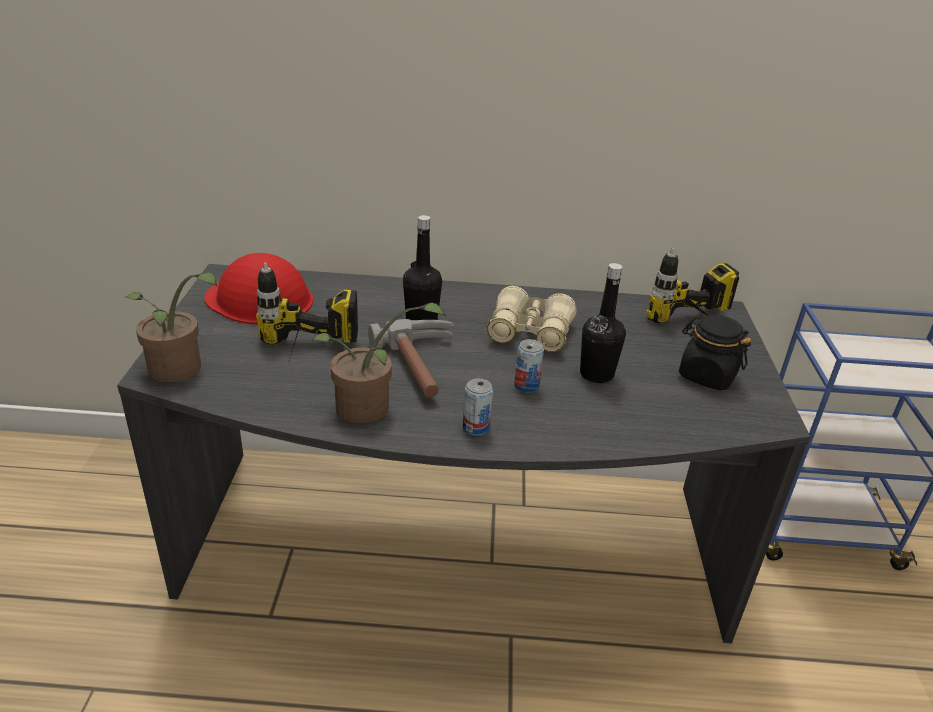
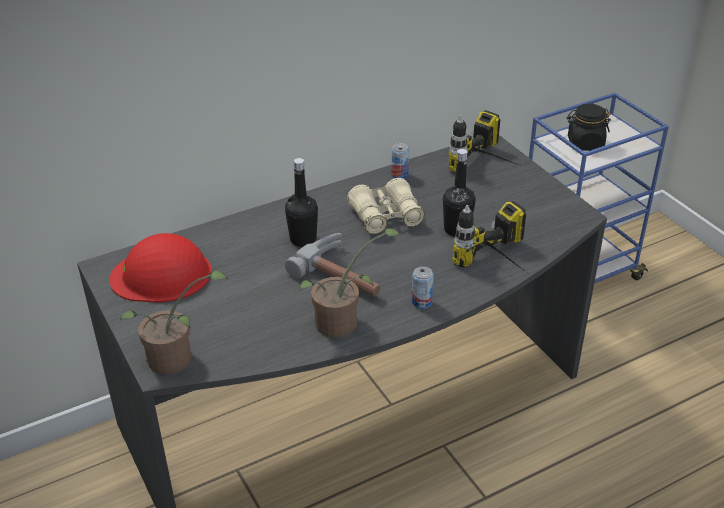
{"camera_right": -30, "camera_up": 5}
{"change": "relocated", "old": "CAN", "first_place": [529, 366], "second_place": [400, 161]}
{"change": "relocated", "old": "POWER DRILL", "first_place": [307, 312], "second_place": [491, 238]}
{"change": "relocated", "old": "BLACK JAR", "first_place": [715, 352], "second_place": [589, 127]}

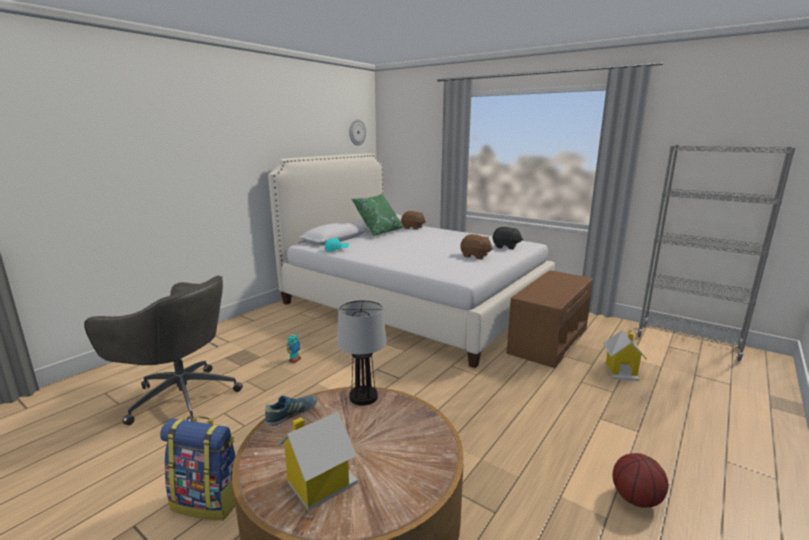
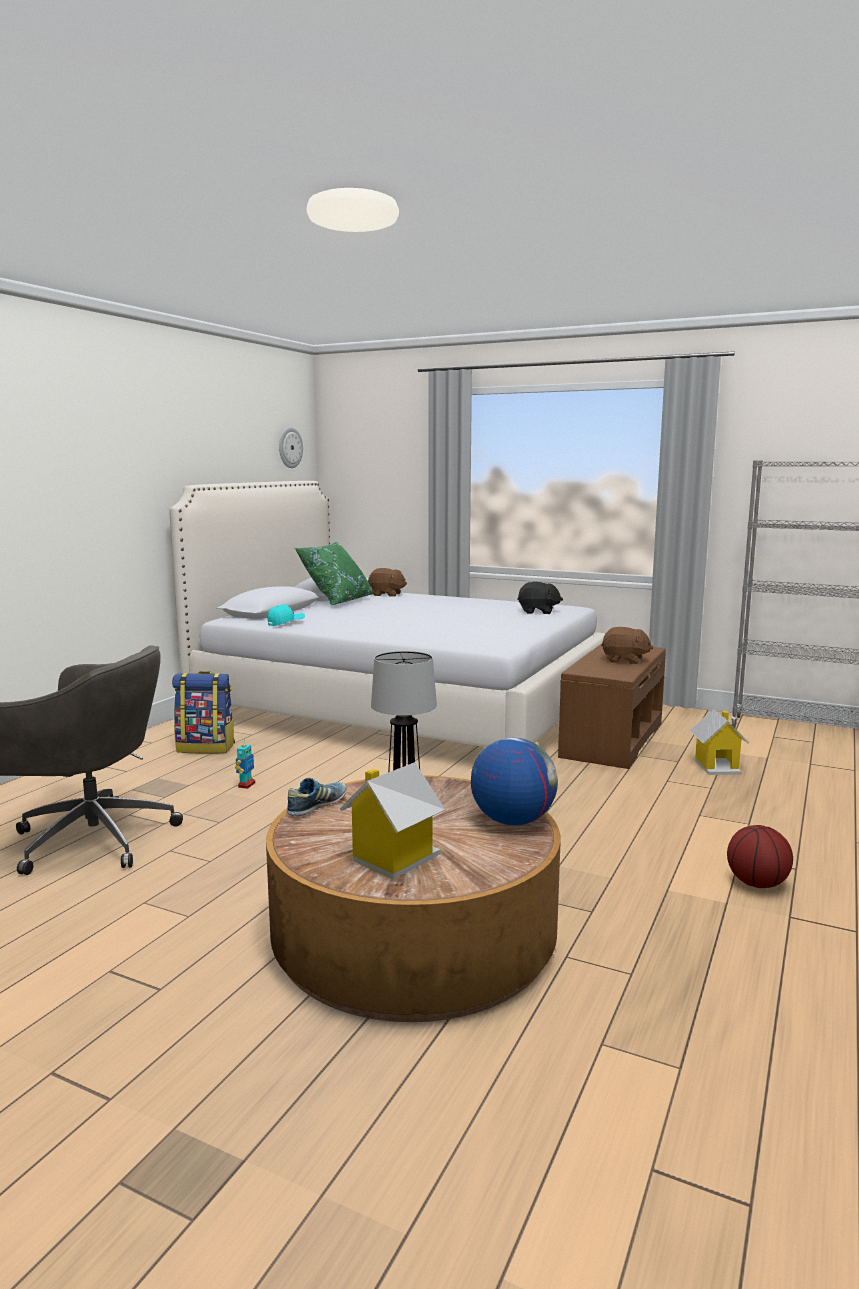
{"camera_right": -10, "camera_up": -5}
{"change": "relocated", "old": "BACKPACK", "first_place": [198, 468], "second_place": [203, 712]}
{"change": "appeared", "new": "GLOBE", "second_place": [514, 782]}
{"change": "relocated", "old": "BROWN PLUSH TOY", "first_place": [476, 246], "second_place": [627, 645]}

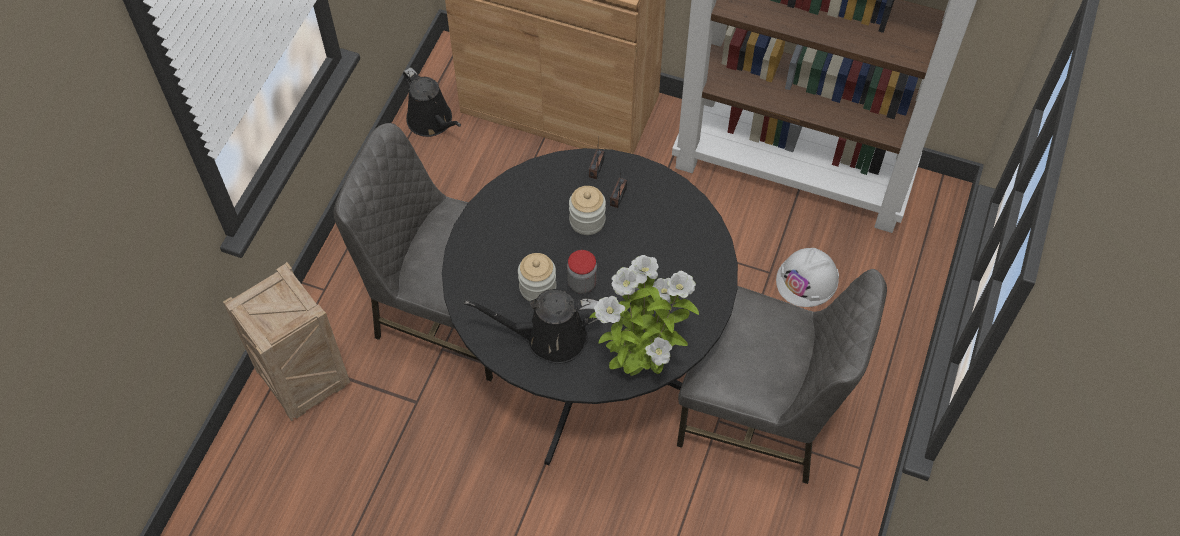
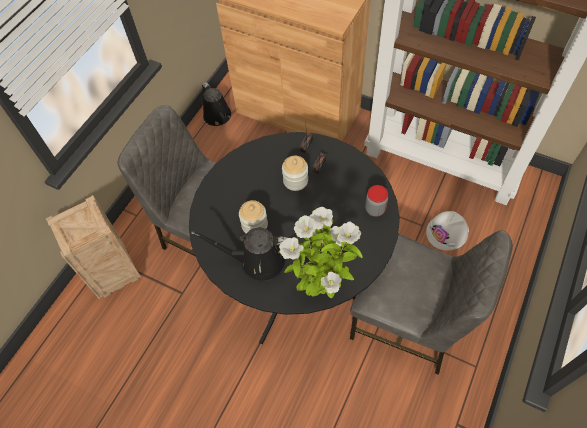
{"camera_right": 10, "camera_up": 0}
{"change": "relocated", "old": "JAR", "first_place": [582, 272], "second_place": [376, 201]}

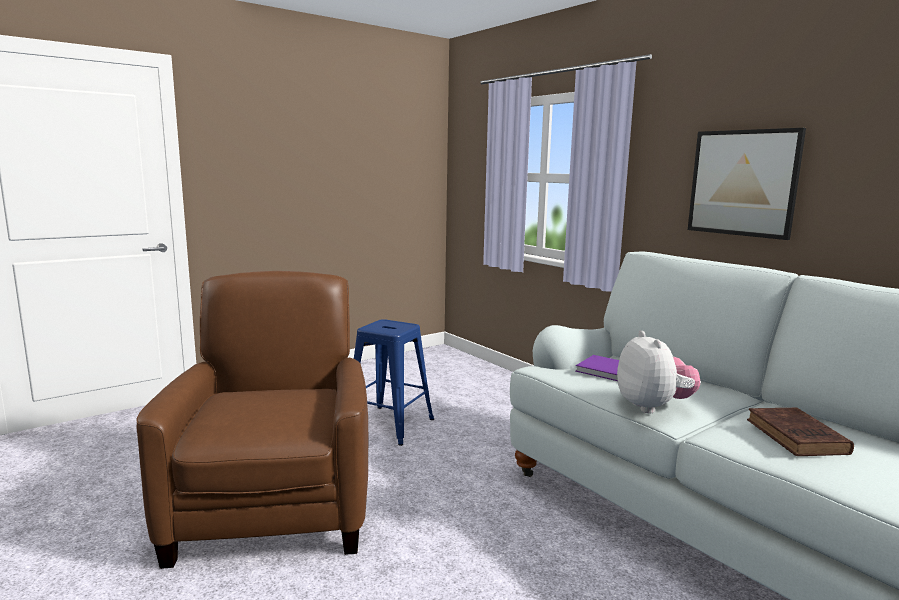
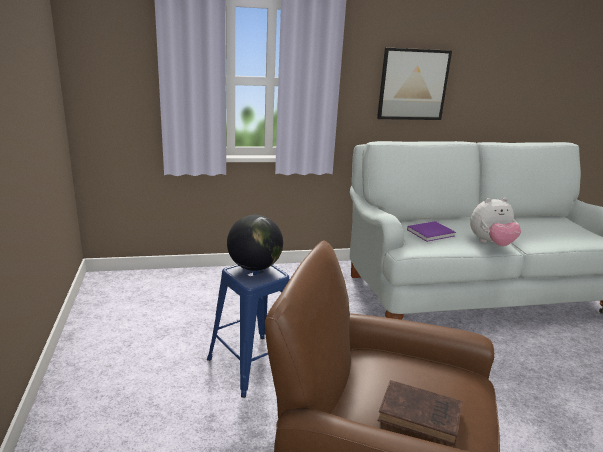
{"camera_right": -65, "camera_up": 10}
{"change": "appeared", "new": "GLOBE", "second_place": [255, 243]}
{"change": "relocated", "old": "BROWN BOOK", "first_place": [800, 431], "second_place": [420, 413]}
{"change": "spun", "old": "PLUSH TOY", "first_place": [658, 372], "second_place": [495, 222], "degrees": 150}

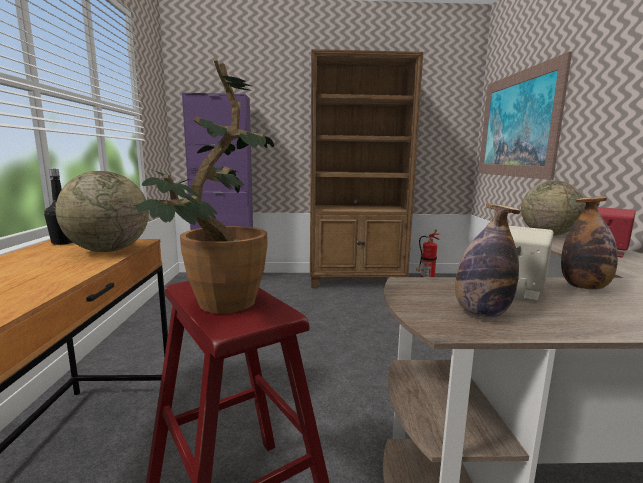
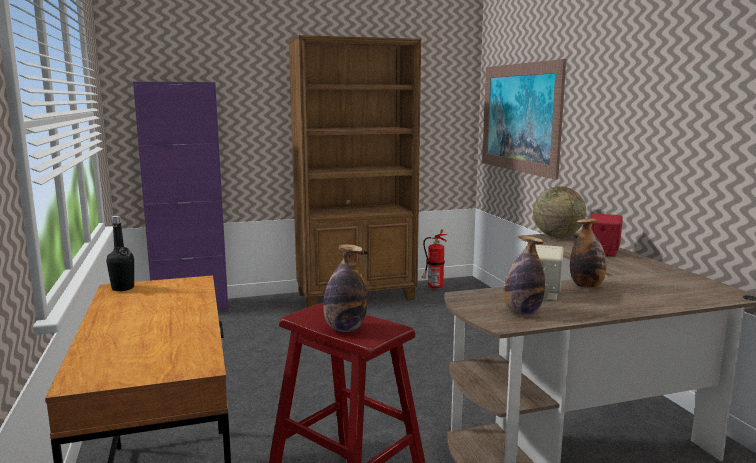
{"camera_right": -15, "camera_up": 0}
{"change": "exchanged", "old": "POTTED PLANT", "new": "BOTTLE", "first_place": [204, 186], "second_place": [345, 288]}
{"change": "missing", "old": "GLOBE", "first_place": [102, 211]}

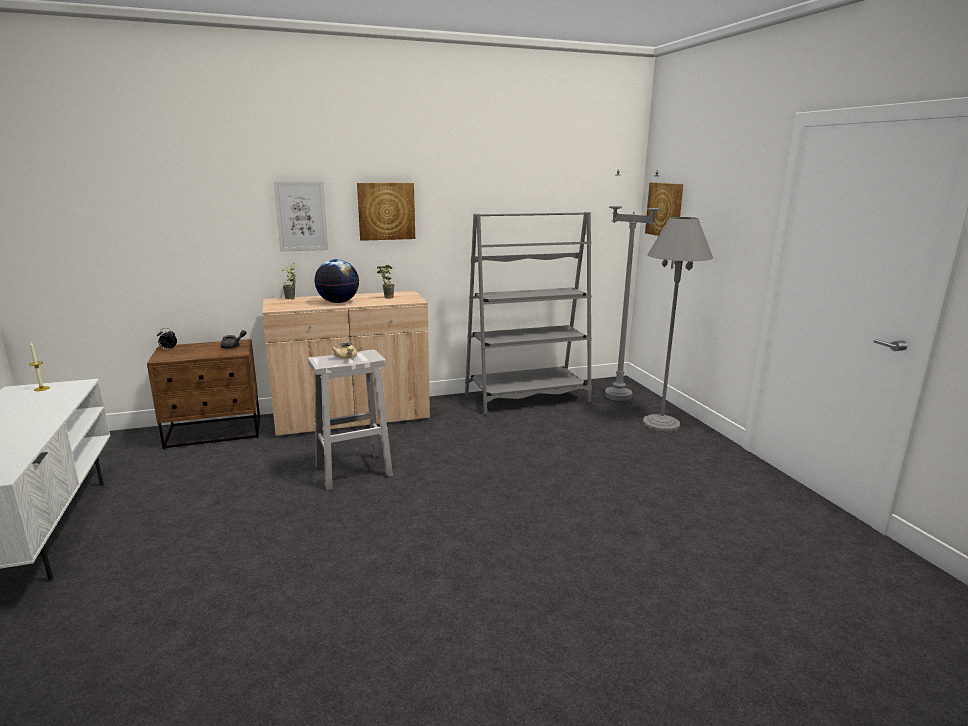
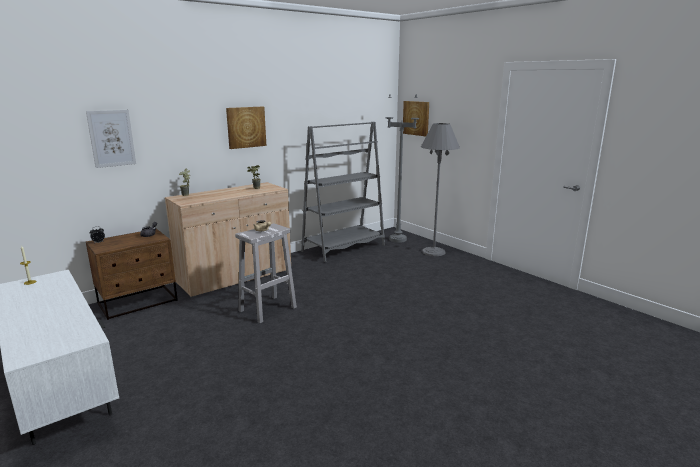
{"camera_right": -20, "camera_up": 0}
{"change": "relocated", "old": "PICTURE", "first_place": [301, 216], "second_place": [111, 139]}
{"change": "missing", "old": "GLOBE", "first_place": [336, 281]}

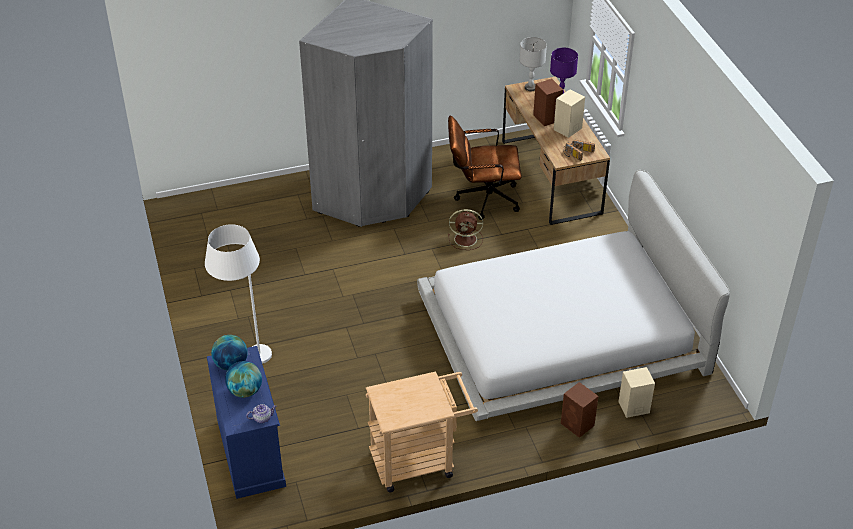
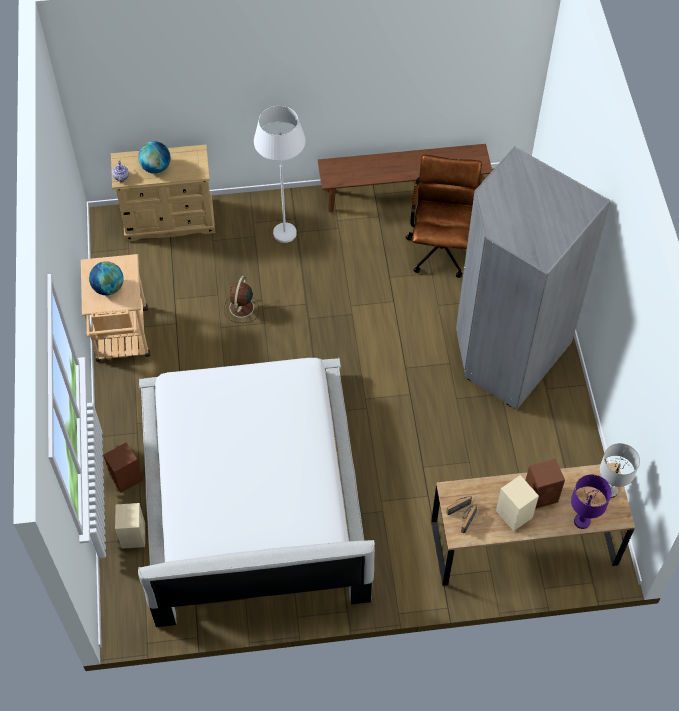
{"camera_right": 100, "camera_up": 15}
{"change": "relocated", "old": "GLOBE", "first_place": [229, 353], "second_place": [106, 278]}
{"change": "colour", "old": "BLUE DRESSER", "new": "BEIGE DRESSER", "first_place": [246, 422], "second_place": [163, 193]}
{"change": "relocated", "old": "BROWN FAN", "first_place": [465, 229], "second_place": [241, 299]}
{"change": "appeared", "new": "BROWN BENCH", "second_place": [405, 178]}
{"change": "relocated", "old": "BROWN OFFICE CHAIR", "first_place": [485, 167], "second_place": [444, 216]}

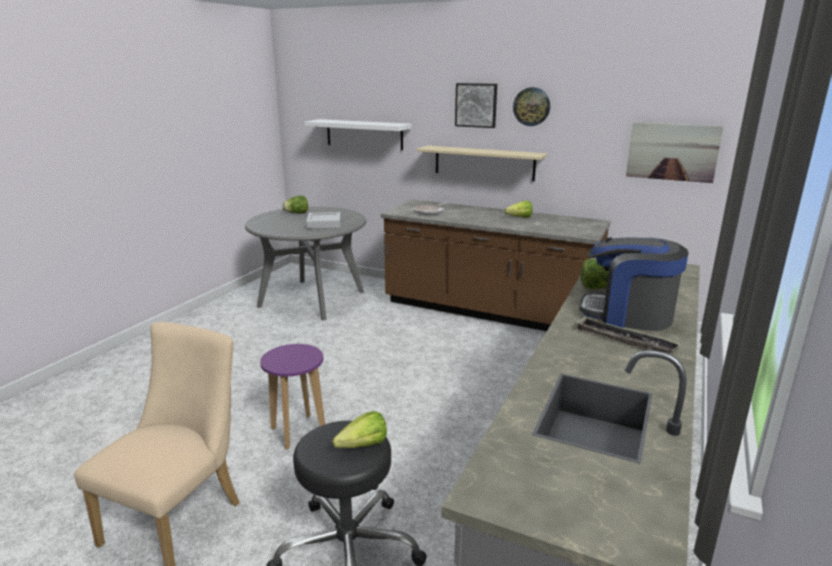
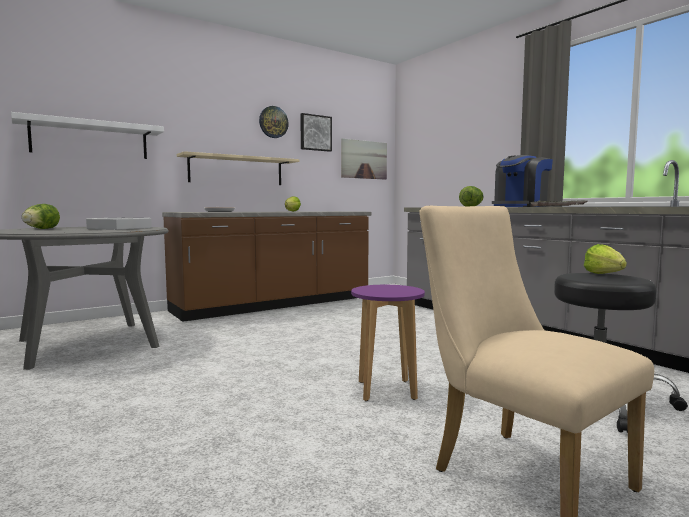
{"camera_right": -60, "camera_up": -15}
{"change": "relocated", "old": "PICTURE", "first_place": [476, 105], "second_place": [316, 132]}

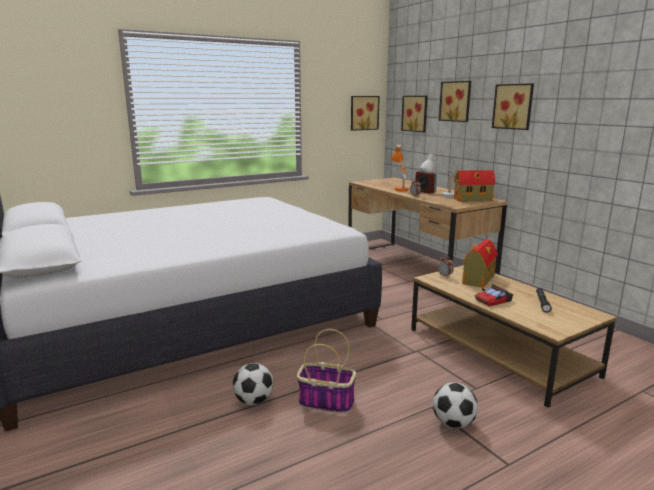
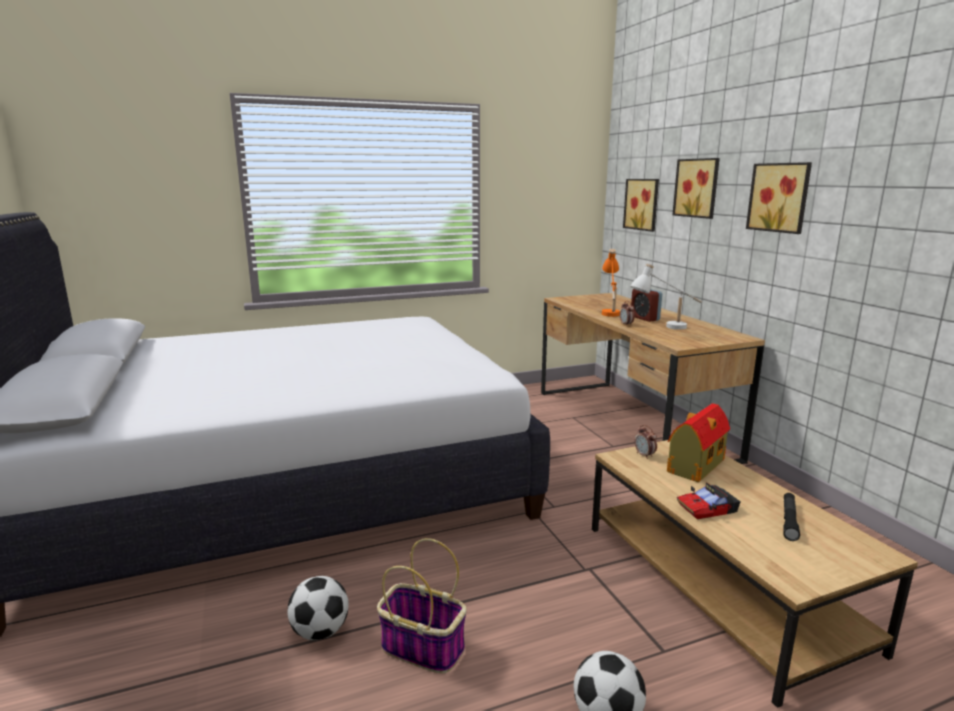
{"camera_right": 10, "camera_up": 0}
{"change": "missing", "old": "PICTURE", "first_place": [365, 113]}
{"change": "missing", "old": "TOY HOUSE", "first_place": [474, 186]}

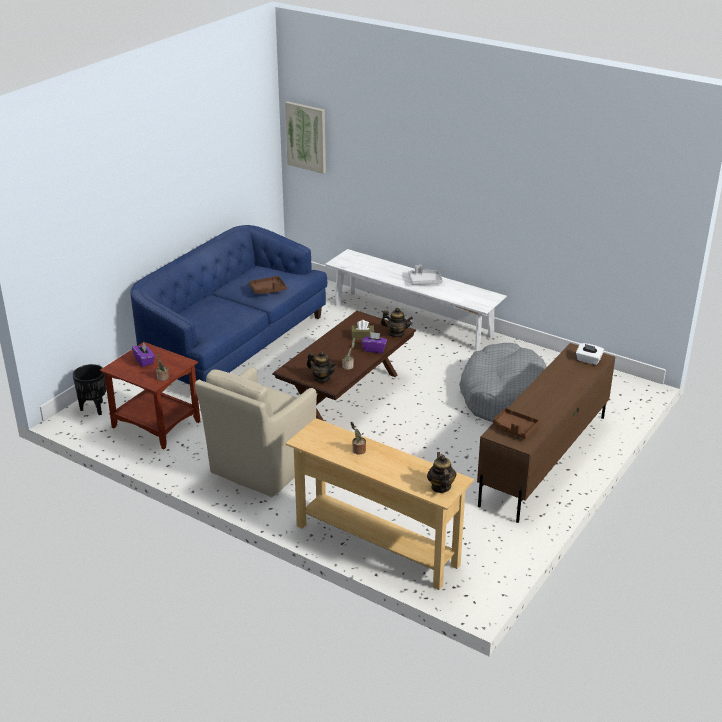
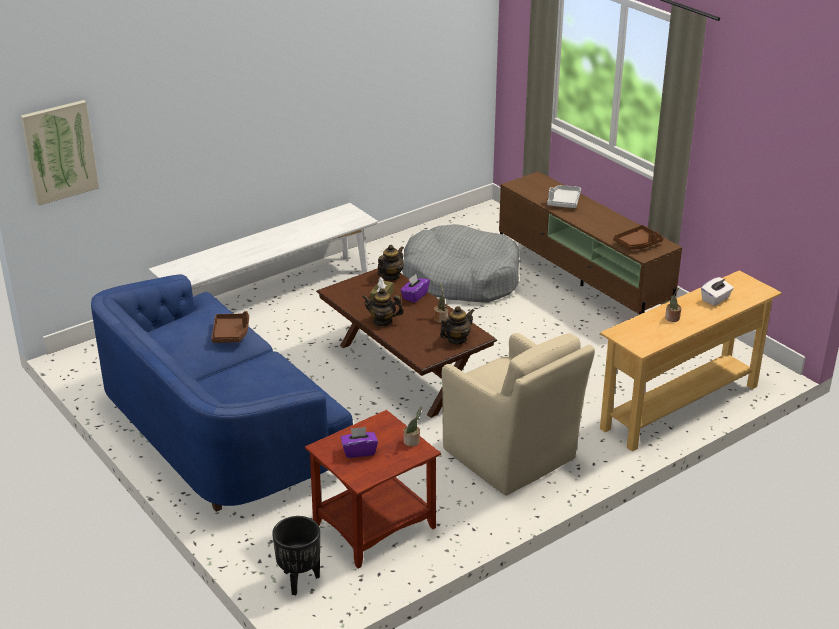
{"camera_right": -70, "camera_up": 0}
{"change": "relocated", "old": "TEAPOT", "first_place": [441, 472], "second_place": [383, 307]}
{"change": "relocated", "old": "GREY TRAY", "first_place": [425, 275], "second_place": [564, 196]}
{"change": "relocated", "old": "WHITE TISSUE BOX", "first_place": [590, 354], "second_place": [717, 291]}

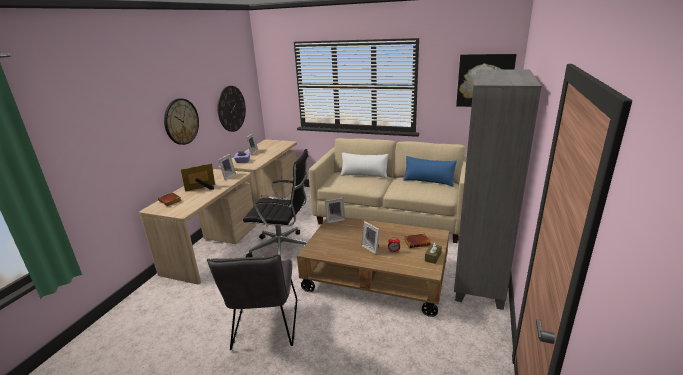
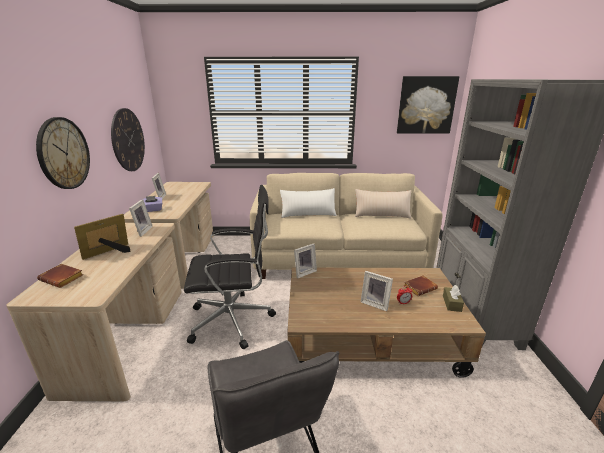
{"camera_right": -20, "camera_up": 0}
{"change": "colour", "old": "BLUE PILLOW", "new": "BEIGE PILLOW", "first_place": [430, 171], "second_place": [383, 204]}

